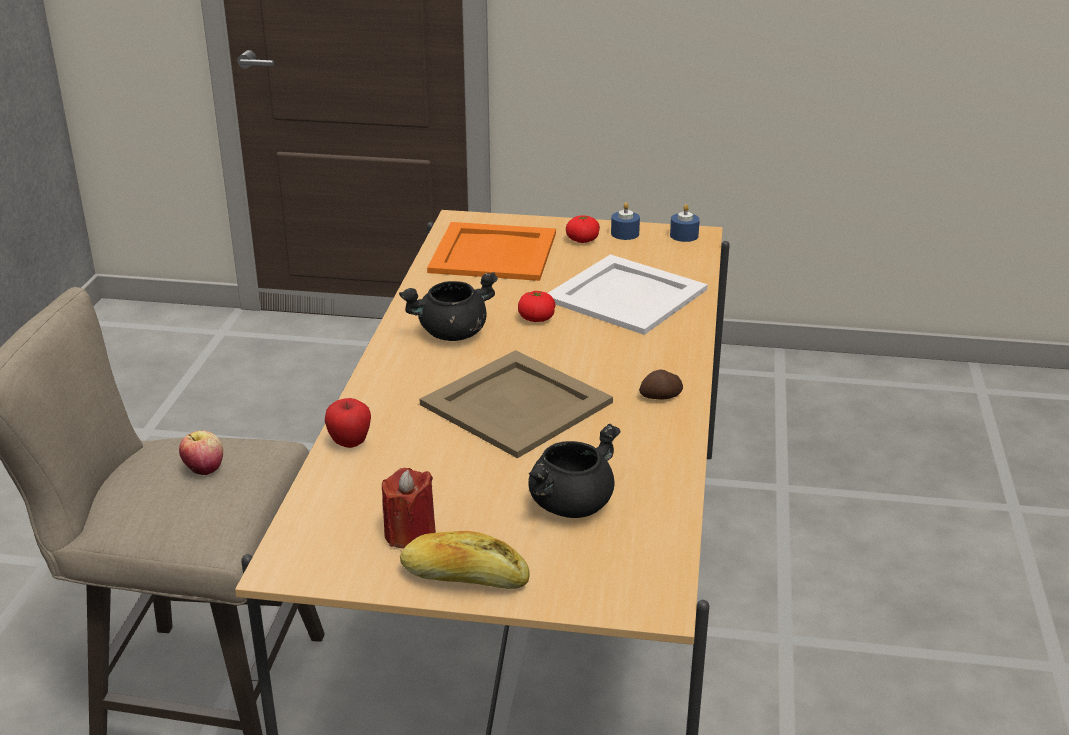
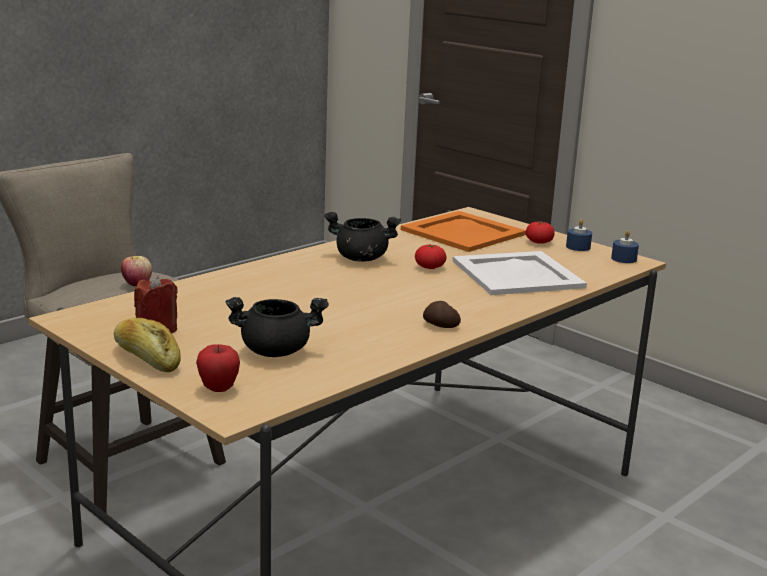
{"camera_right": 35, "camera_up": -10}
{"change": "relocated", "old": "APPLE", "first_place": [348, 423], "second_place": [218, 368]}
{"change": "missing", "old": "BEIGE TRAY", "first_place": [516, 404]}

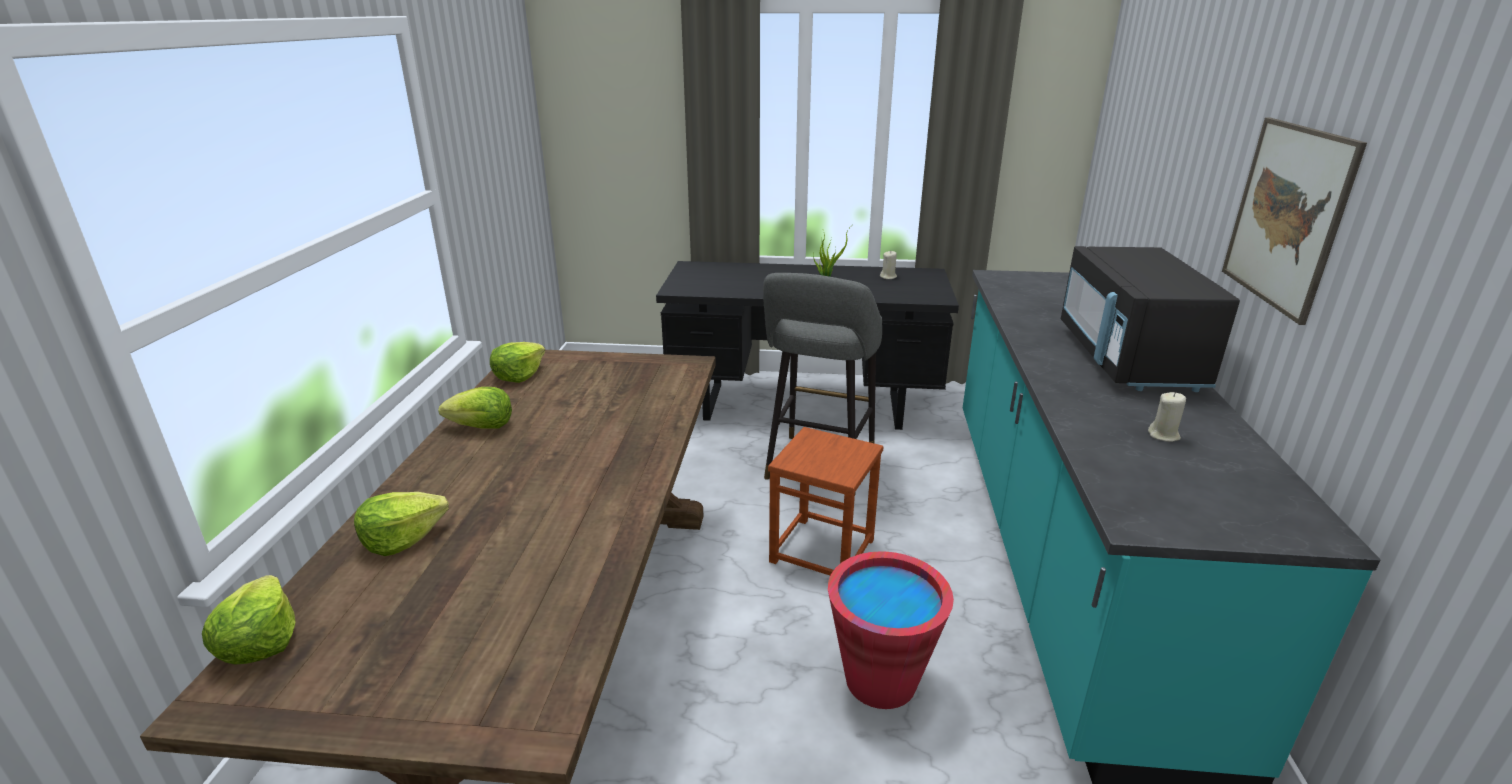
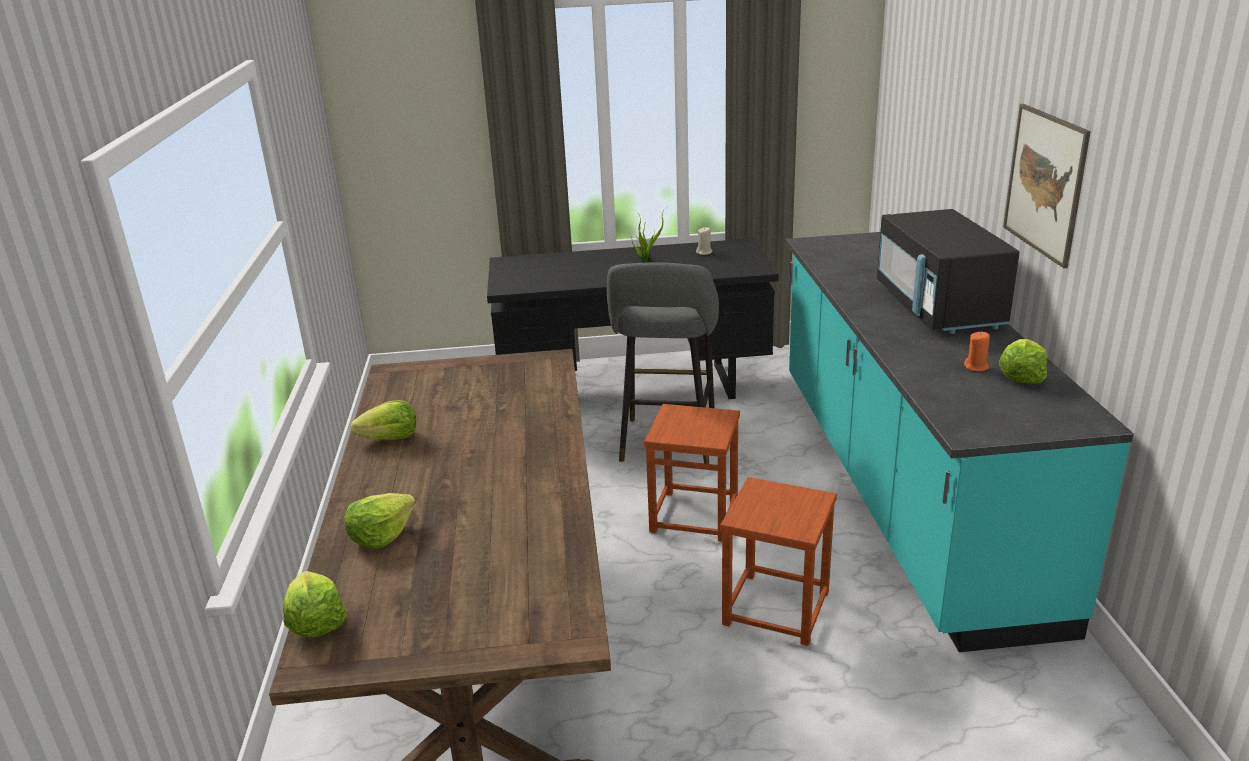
{"camera_right": -10, "camera_up": 0}
{"change": "exchanged", "old": "RED BUCKET", "new": "BROWN STOOL", "first_place": [891, 630], "second_place": [778, 561]}
{"change": "colour", "old": "BEIGE CANDLE", "new": "ORANGE CANDLE", "first_place": [1167, 417], "second_place": [977, 351]}
{"change": "relocated", "old": "LETTUCE", "first_place": [517, 362], "second_place": [1023, 361]}

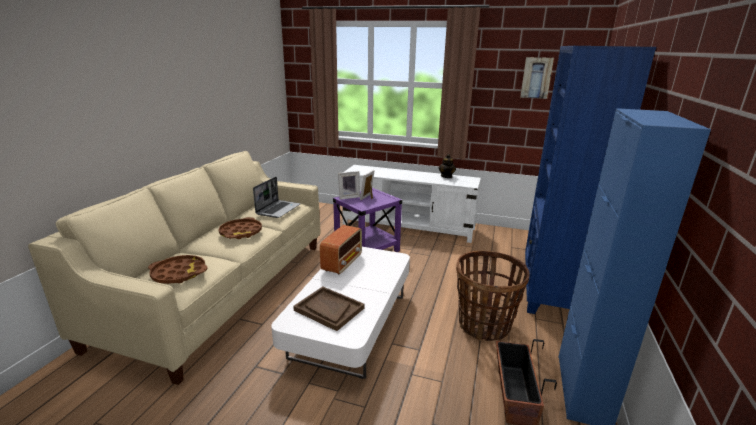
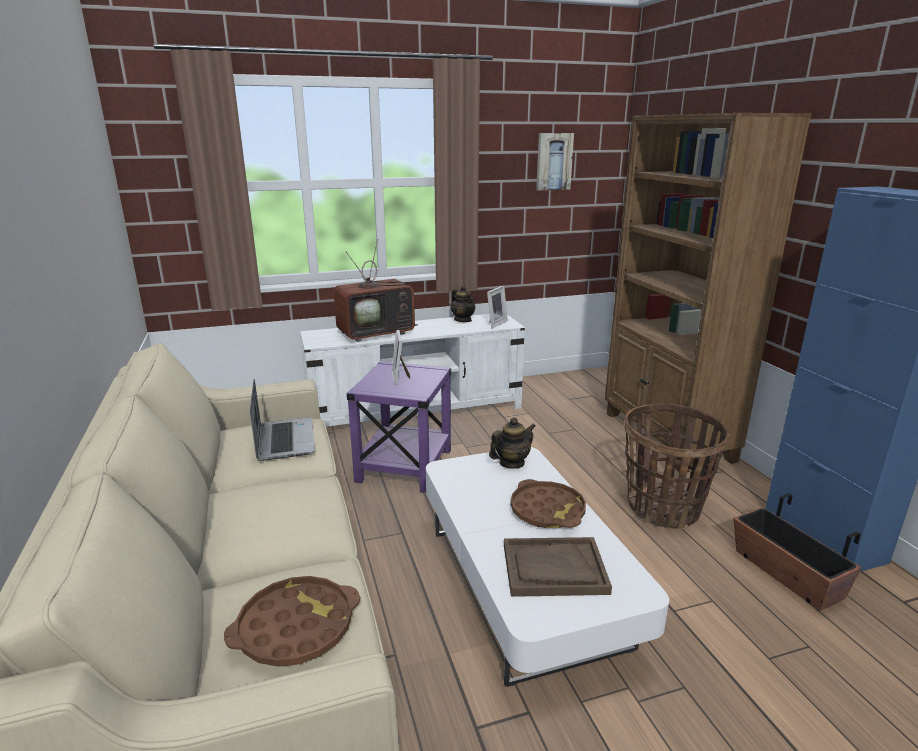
{"camera_right": -35, "camera_up": 0}
{"change": "appeared", "new": "TELEVISION", "second_place": [375, 290]}
{"change": "relocated", "old": "PICTURE FRAME", "first_place": [349, 185], "second_place": [497, 307]}
{"change": "appeared", "new": "TEAPOT", "second_place": [512, 443]}
{"change": "relocated", "old": "BROWN TRAY", "first_place": [240, 228], "second_place": [548, 503]}
{"change": "colour", "old": "BLUE BOOKCASE", "new": "BROWN BOOKCASE", "first_place": [590, 180], "second_place": [708, 292]}
{"change": "missing", "old": "RADIO", "first_place": [341, 250]}

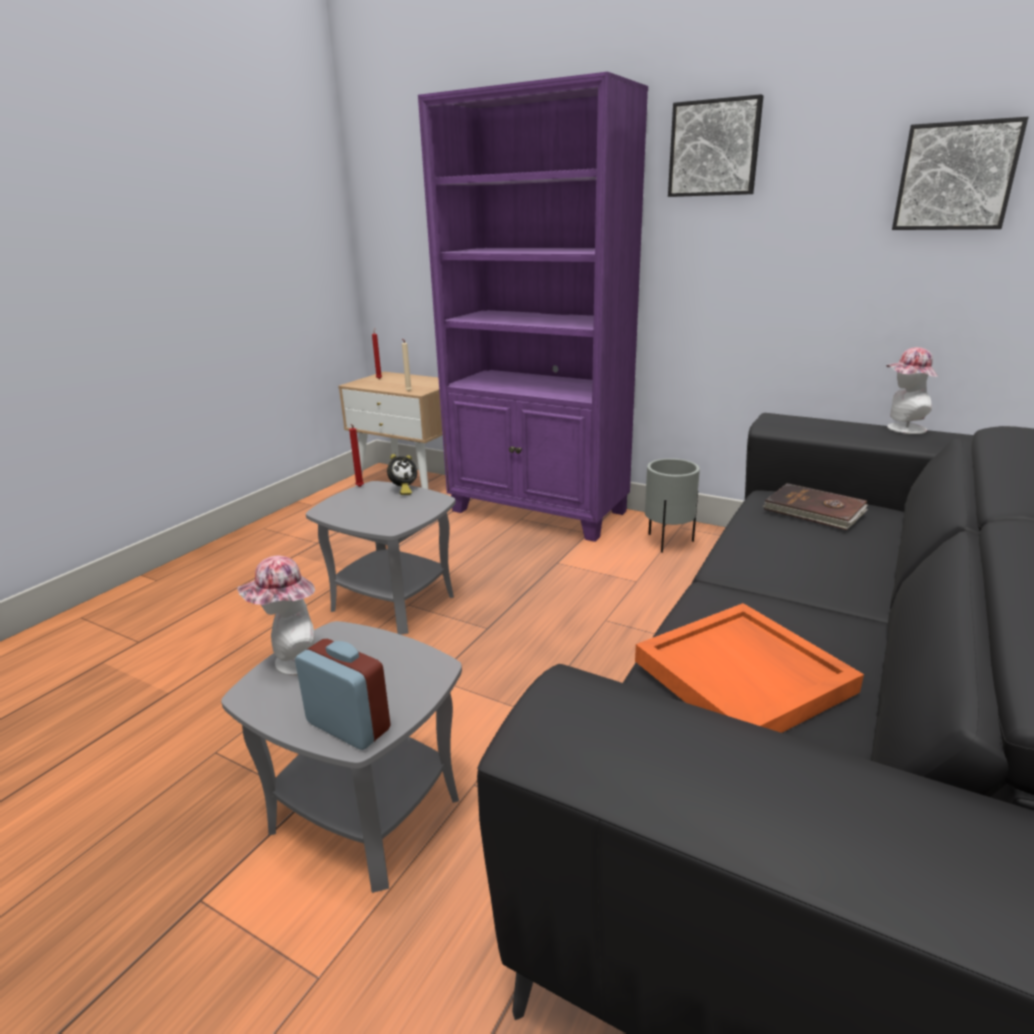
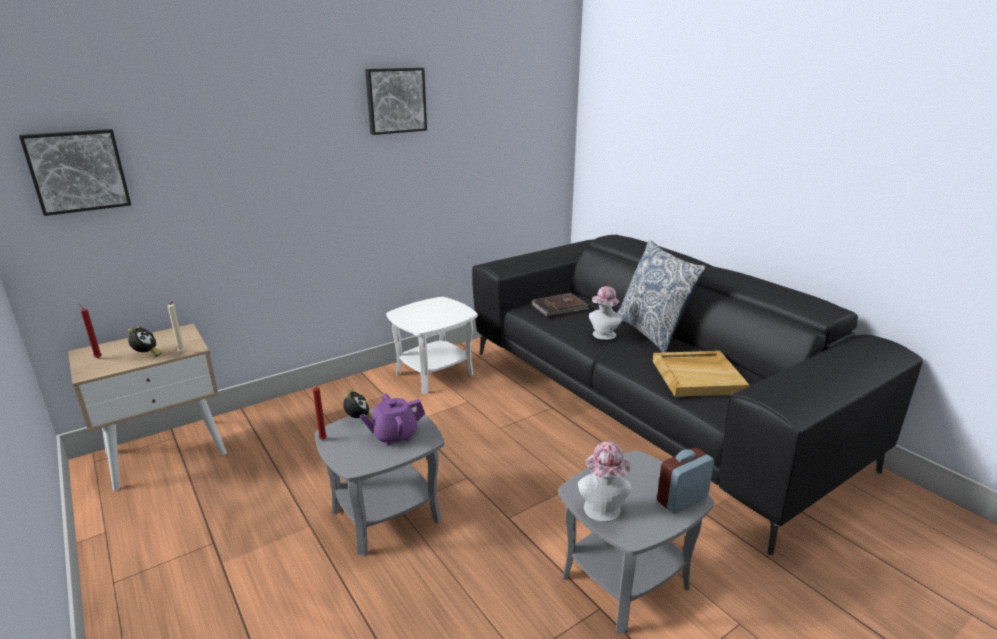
{"camera_right": -65, "camera_up": 0}
{"change": "relocated", "old": "PICTURE", "first_place": [960, 173], "second_place": [75, 172]}
{"change": "appeared", "new": "ALARM CLOCK", "second_place": [145, 341]}
{"change": "appeared", "new": "PURPLE TEAPOT", "second_place": [392, 419]}
{"change": "exchanged", "old": "GREY PLANTER", "new": "WHITE SIDE TABLE", "first_place": [672, 505], "second_place": [432, 345]}
{"change": "relocated", "old": "HAT", "first_place": [912, 390], "second_place": [606, 313]}
{"change": "appeared", "new": "PILLOW", "second_place": [661, 296]}
{"change": "colour", "old": "ORANGE TRAY", "new": "BEIGE TRAY", "first_place": [749, 668], "second_place": [701, 374]}
{"change": "missing", "old": "PURPLE BOOKCASE", "first_place": [533, 306]}

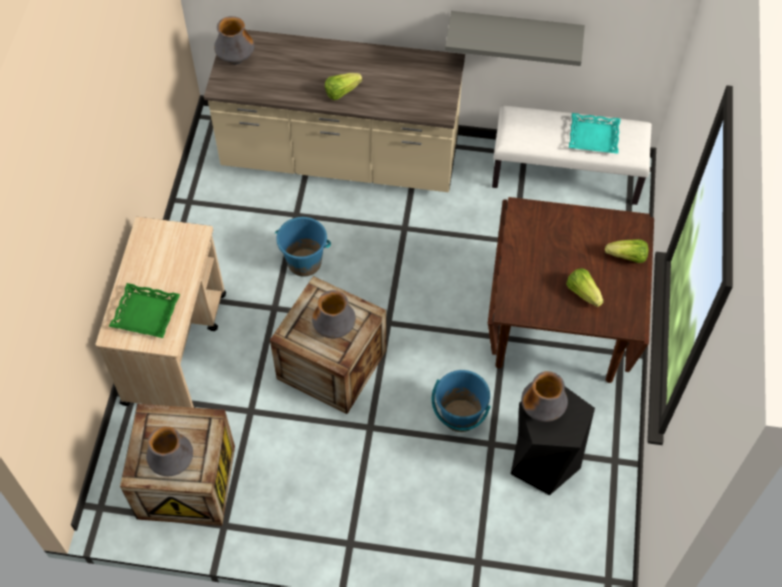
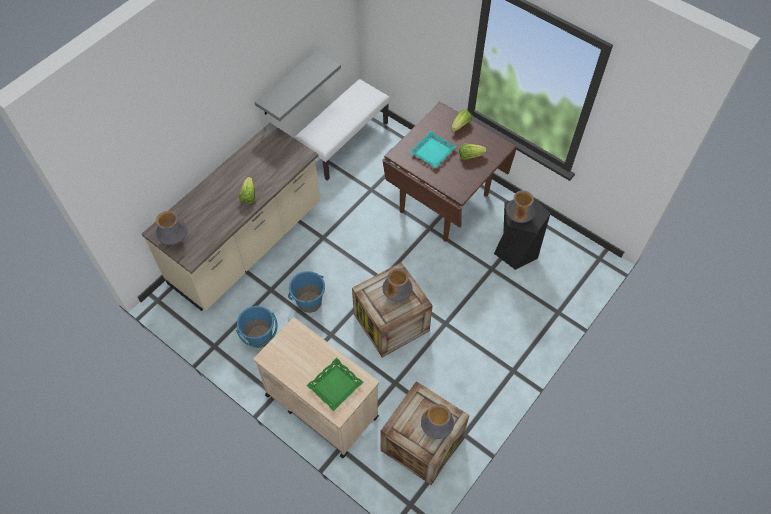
{"camera_right": -60, "camera_up": 0}
{"change": "relocated", "old": "BLUE BUCKET", "first_place": [461, 401], "second_place": [257, 327]}
{"change": "relocated", "old": "TURQUOISE TRAY", "first_place": [595, 133], "second_place": [433, 149]}

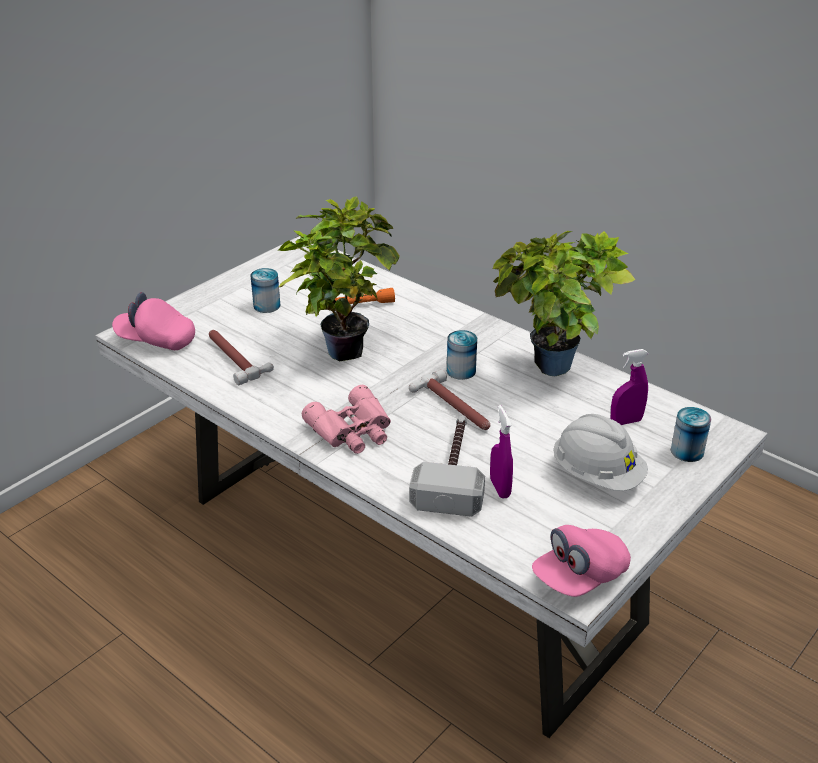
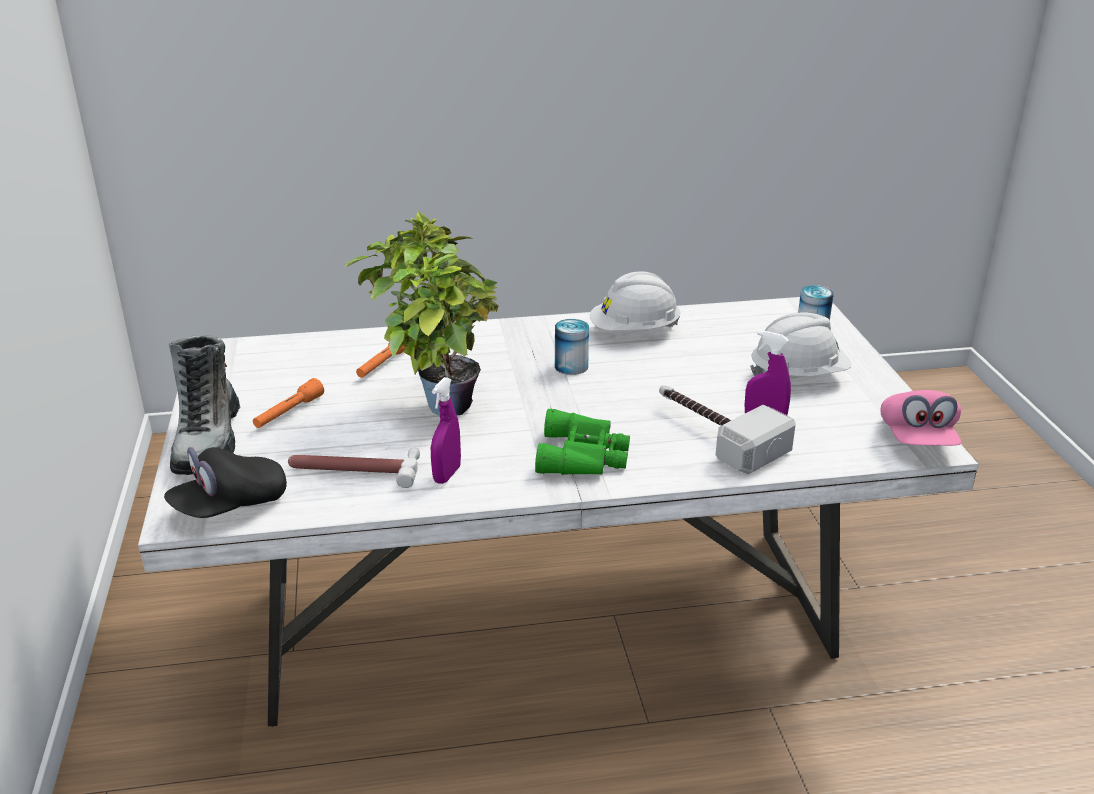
{"camera_right": -50, "camera_up": -5}
{"change": "colour", "old": "PINK CAP", "new": "BLACK CAP", "first_place": [153, 321], "second_place": [225, 482]}
{"change": "appeared", "new": "BOOT", "second_place": [204, 405]}
{"change": "exchanged", "old": "CAN", "new": "ORANGE FLASHLIGHT", "first_place": [265, 290], "second_place": [288, 403]}
{"change": "relocated", "old": "PURPLE SPRAY BOTTLE", "first_place": [629, 387], "second_place": [446, 430]}
{"change": "colour", "old": "PINK BINOCULARS", "new": "GREEN BINOCULARS", "first_place": [346, 419], "second_place": [582, 442]}
{"change": "exchanged", "old": "POTTED PLANT", "new": "WHITE HARD HAT", "first_place": [564, 303], "second_place": [635, 301]}
{"change": "missing", "old": "HAMMER", "first_place": [449, 399]}

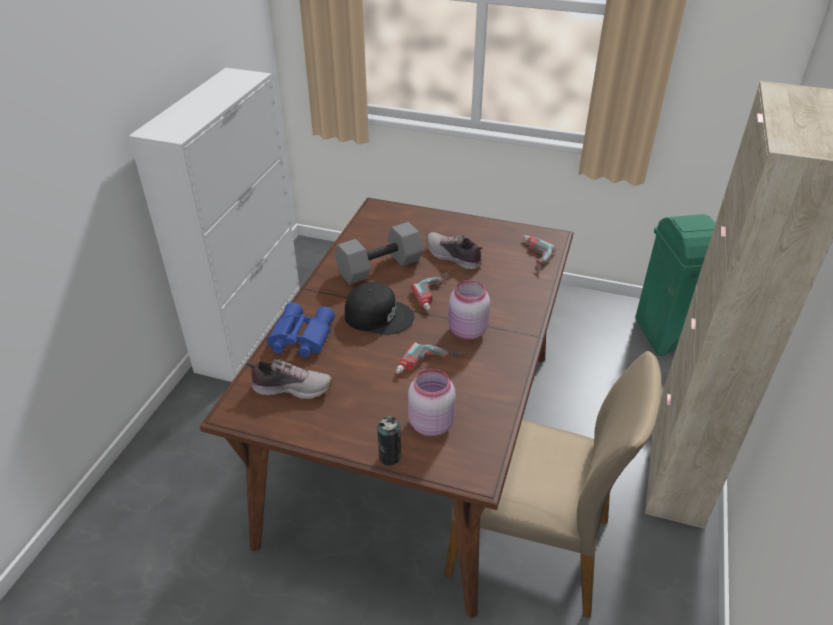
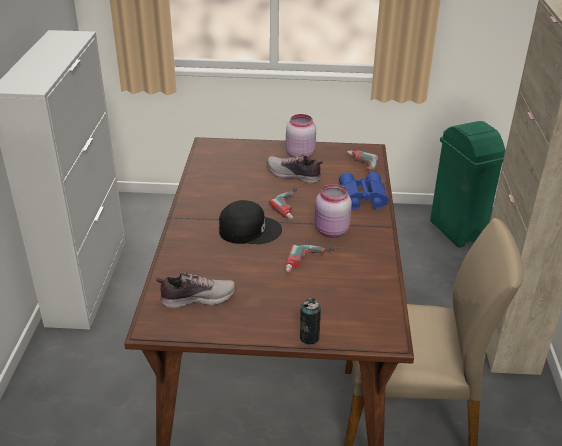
{"camera_right": -15, "camera_up": -5}
{"change": "relocated", "old": "PINK JAR", "first_place": [432, 402], "second_place": [301, 136]}
{"change": "relocated", "old": "BLUE BINOCULARS", "first_place": [301, 329], "second_place": [364, 191]}
{"change": "missing", "old": "GREY DUMBBELL", "first_place": [379, 253]}

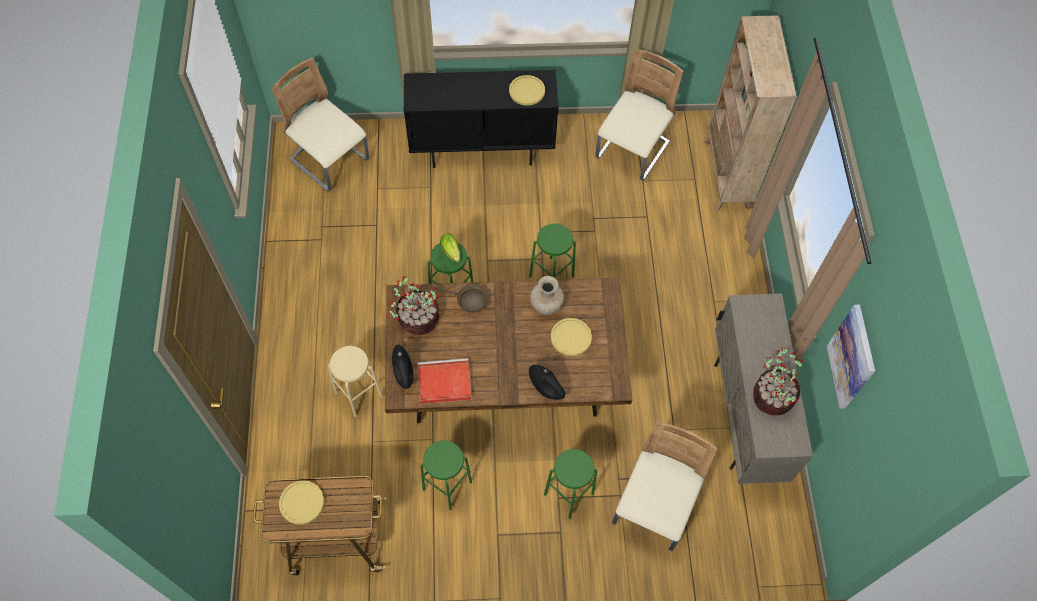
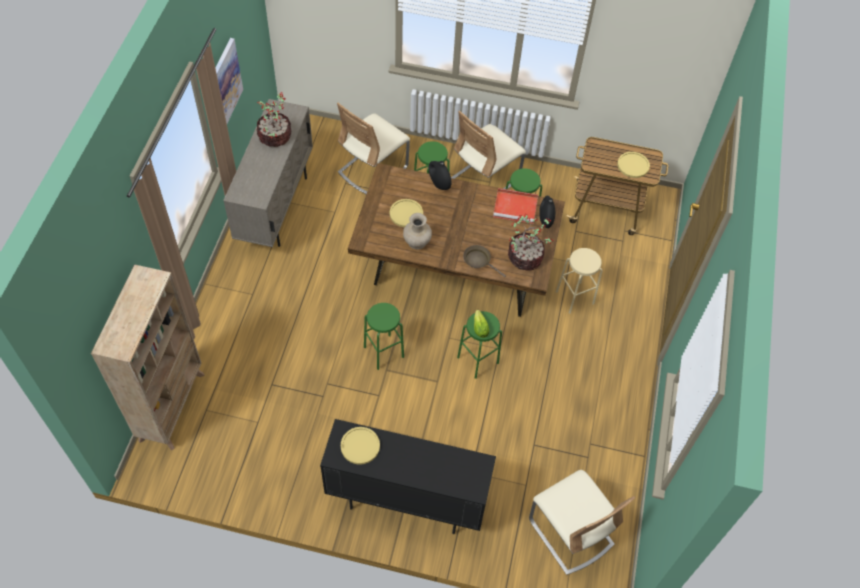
{"camera_right": -165, "camera_up": -5}
{"change": "relocated", "old": "BEIGE CHAIR", "first_place": [639, 115], "second_place": [488, 150]}

